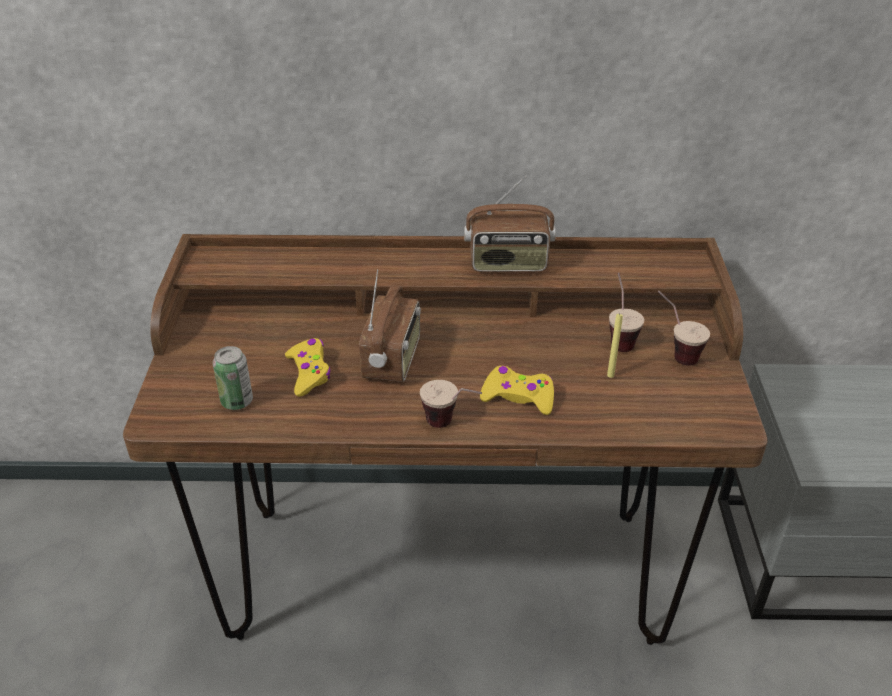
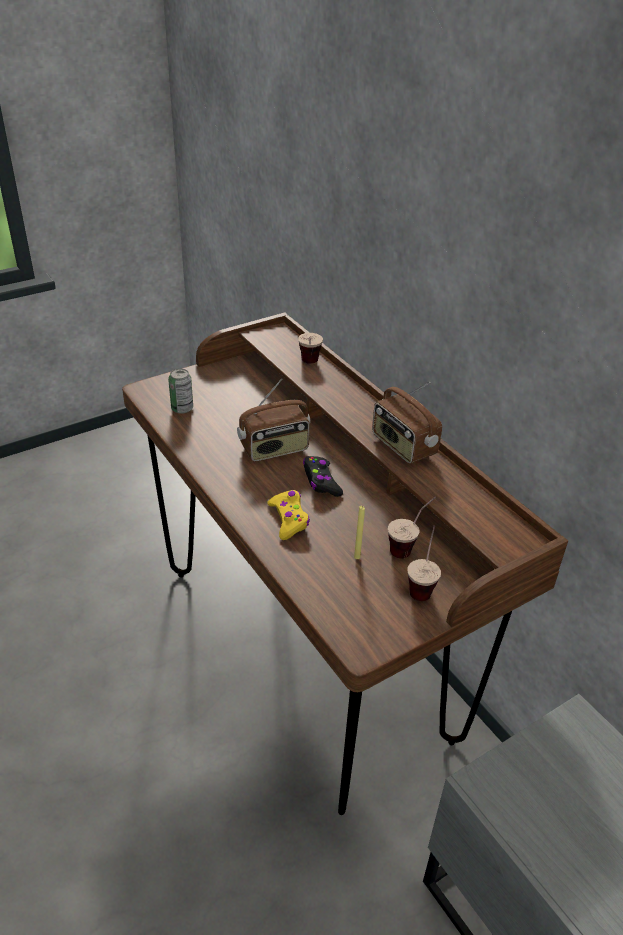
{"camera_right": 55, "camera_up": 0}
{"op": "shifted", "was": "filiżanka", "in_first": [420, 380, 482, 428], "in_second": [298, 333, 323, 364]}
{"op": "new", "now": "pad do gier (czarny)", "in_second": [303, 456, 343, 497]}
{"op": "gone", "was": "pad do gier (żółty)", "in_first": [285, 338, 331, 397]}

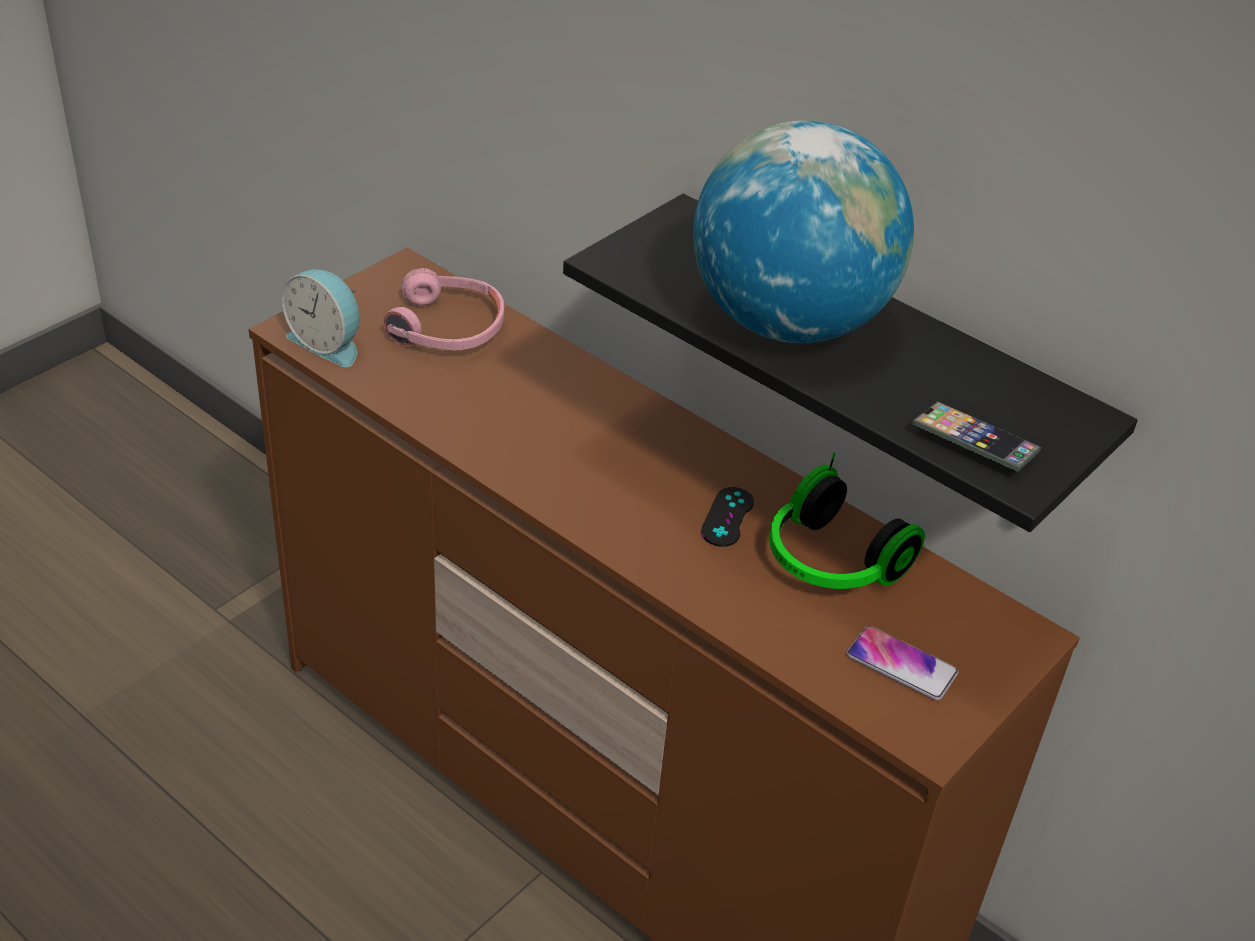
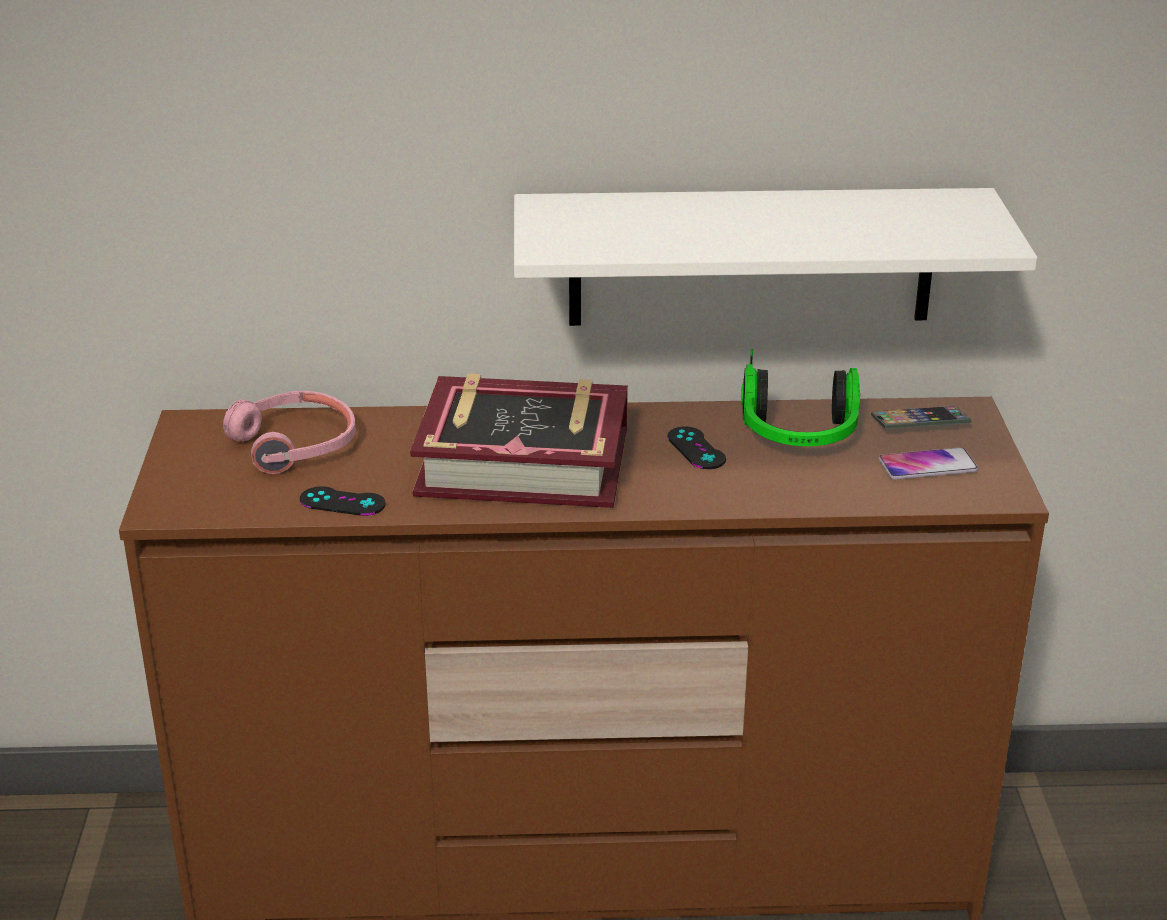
{"camera_right": -40, "camera_up": -10}
{"op": "new", "now": "pad do gier (czarny)", "in_second": [300, 486, 386, 516]}
{"op": "new", "now": "książka", "in_second": [410, 374, 628, 508]}
{"op": "repainted", "was": "półka (czarny)", "now": "półka (biały)", "in_first": [563, 193, 1138, 532], "in_second": [514, 188, 1037, 326]}
{"op": "shifted", "was": "telefon", "in_first": [912, 402, 1041, 472], "in_second": [871, 406, 971, 429]}
{"op": "gone", "was": "budzik", "in_first": [282, 269, 360, 367]}
{"op": "gone", "was": "globus", "in_first": [693, 120, 914, 343]}

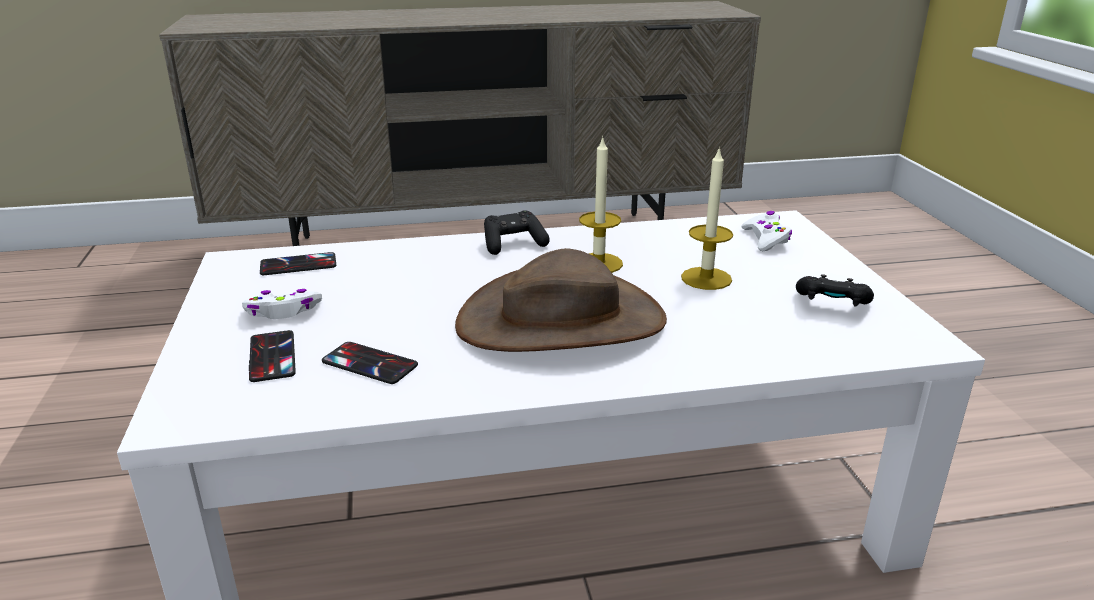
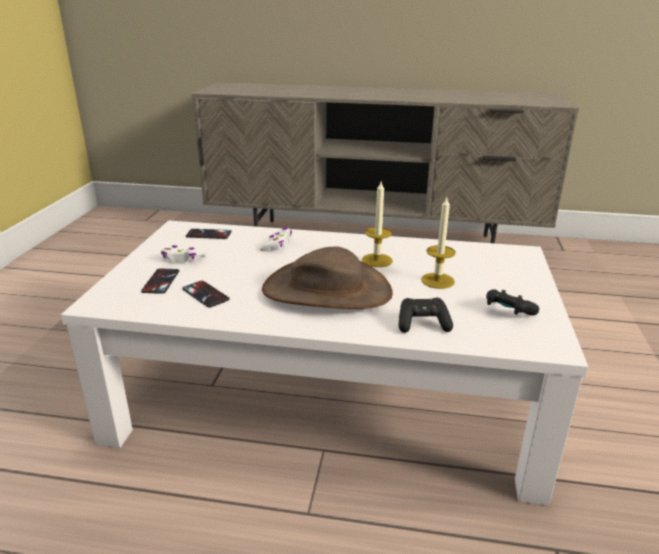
{"camera_right": 20, "camera_up": 0}
{"op": "shifted", "was": "pad do gier (biały)", "in_first": [741, 211, 792, 251], "in_second": [260, 227, 292, 251]}
{"op": "shifted", "was": "pad do gier (czarny)", "in_first": [484, 210, 550, 255], "in_second": [399, 298, 453, 333]}

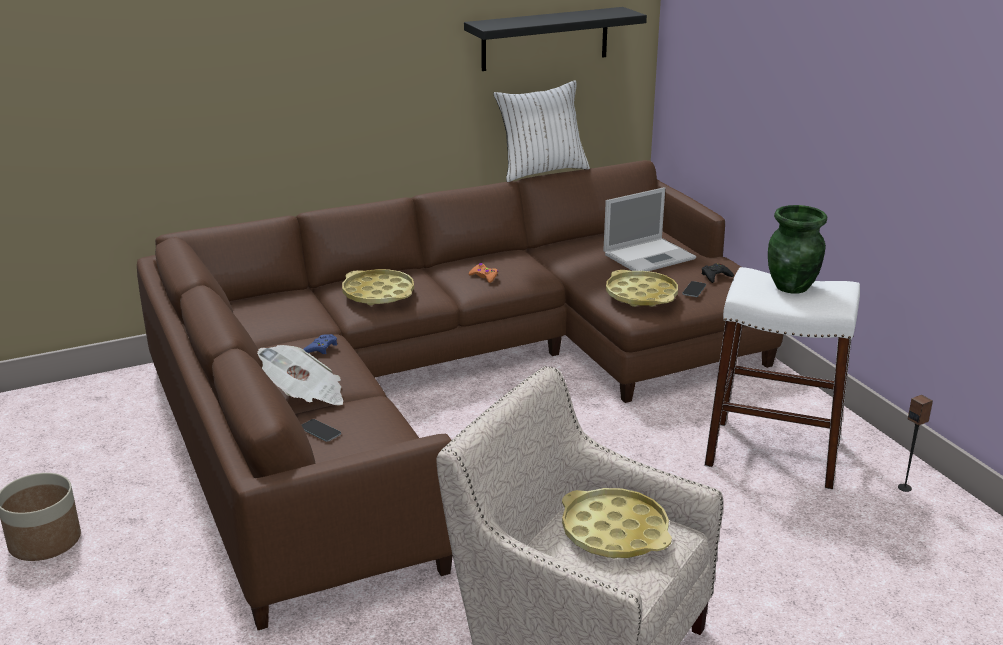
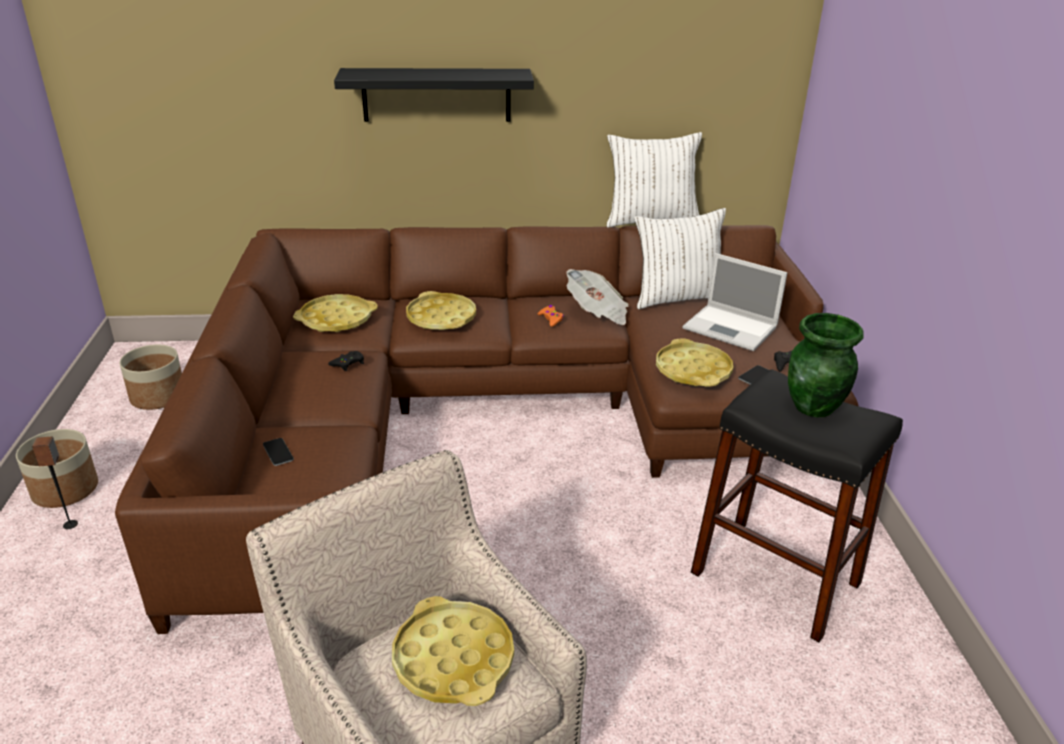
{"camera_right": 20, "camera_up": 5}
{"op": "shifted", "was": "głośnik", "in_first": [898, 395, 933, 492], "in_second": [32, 437, 78, 529]}
{"op": "new", "now": "donica", "in_second": [120, 345, 182, 410]}
{"op": "new", "now": "taca (żółty)", "in_second": [293, 294, 378, 332]}
{"op": "repainted", "was": "pad do gier (niebieski)", "now": "pad do gier (czarny)", "in_first": [303, 334, 337, 354], "in_second": [328, 351, 364, 371]}
{"op": "shifted", "was": "półka (czarny)", "in_first": [464, 7, 647, 71], "in_second": [334, 68, 534, 122]}
{"op": "shifted", "was": "gazeta", "in_first": [257, 345, 343, 406], "in_second": [567, 269, 629, 325]}
{"op": "new", "now": "poduszka (biały)", "in_second": [634, 208, 726, 309]}
{"op": "rotated", "was": "laptop", "in_first": [603, 187, 696, 271], "in_second": [682, 253, 787, 351], "clockwise": 45}
{"op": "repainted", "was": "stołek (biały)", "now": "stołek (czarny)", "in_first": [704, 267, 860, 490], "in_second": [691, 369, 903, 642]}

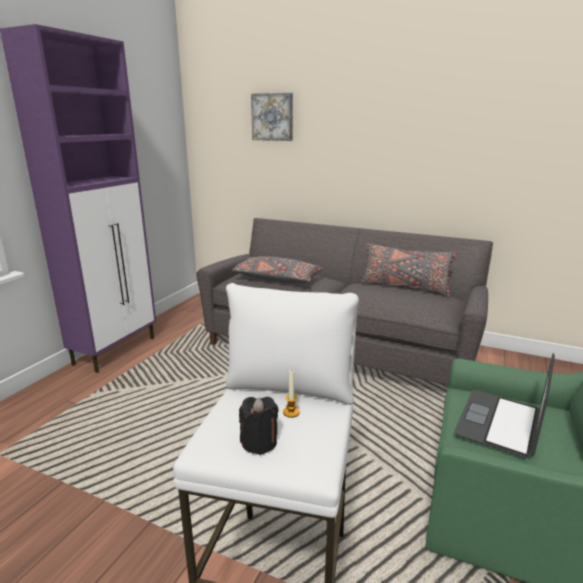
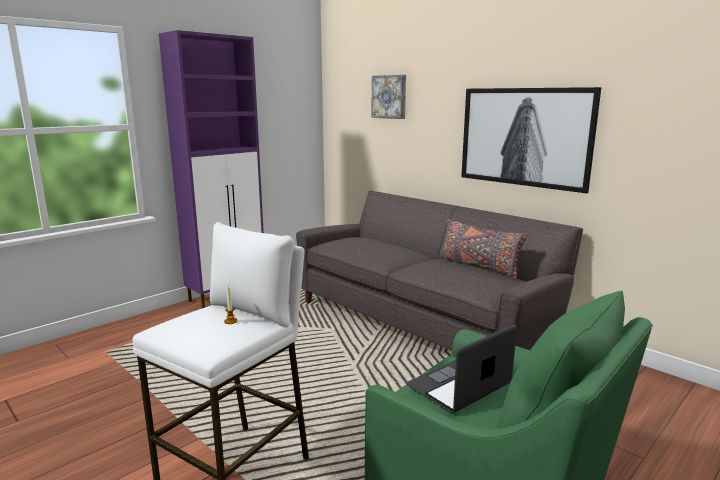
{"camera_right": 20, "camera_up": -5}
{"op": "new", "now": "obraz", "in_second": [461, 87, 601, 193]}
{"op": "gone", "was": "poduszka (szary)", "in_first": [232, 256, 323, 283]}
{"op": "gone", "was": "świeca (czarny)", "in_first": [239, 397, 279, 455]}

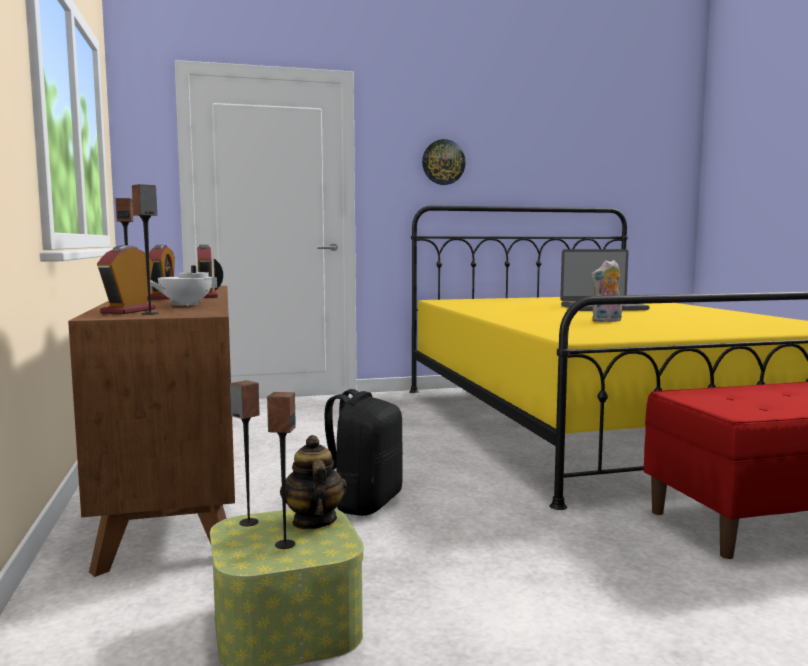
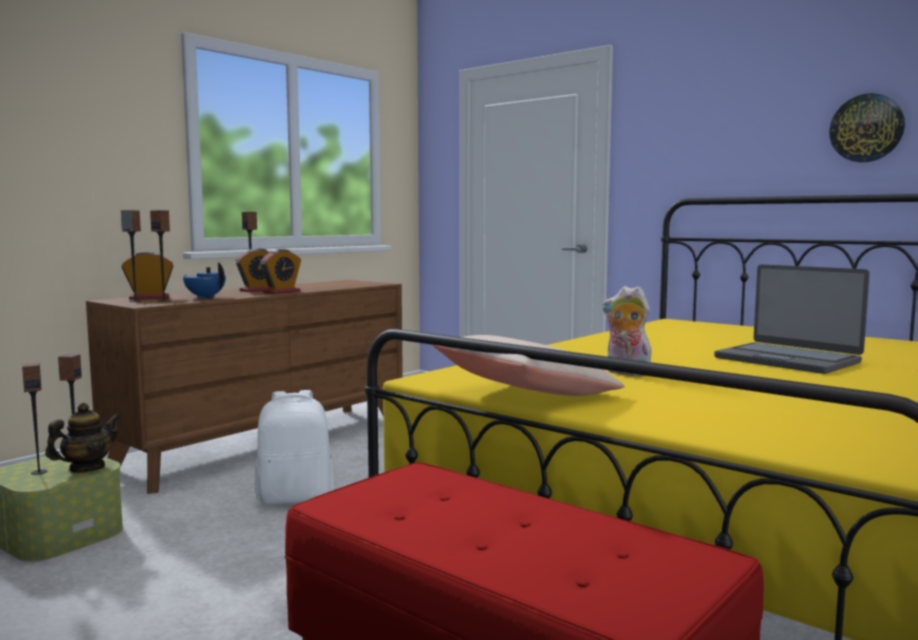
{"camera_right": 55, "camera_up": 0}
{"op": "new", "now": "głośnik", "in_second": [150, 210, 170, 302]}
{"op": "repainted", "was": "imbryk (biały)", "now": "imbryk (niebieski)", "in_first": [150, 258, 223, 306], "in_second": [183, 262, 226, 299]}
{"op": "repainted", "was": "plecak (czarny)", "now": "plecak (biały)", "in_first": [325, 389, 403, 516], "in_second": [255, 390, 335, 505]}
{"op": "new", "now": "poduszka (beżowy)", "in_second": [433, 335, 625, 396]}
{"op": "shifted", "was": "zegar ścienny", "in_first": [422, 139, 466, 185], "in_second": [829, 93, 905, 162]}

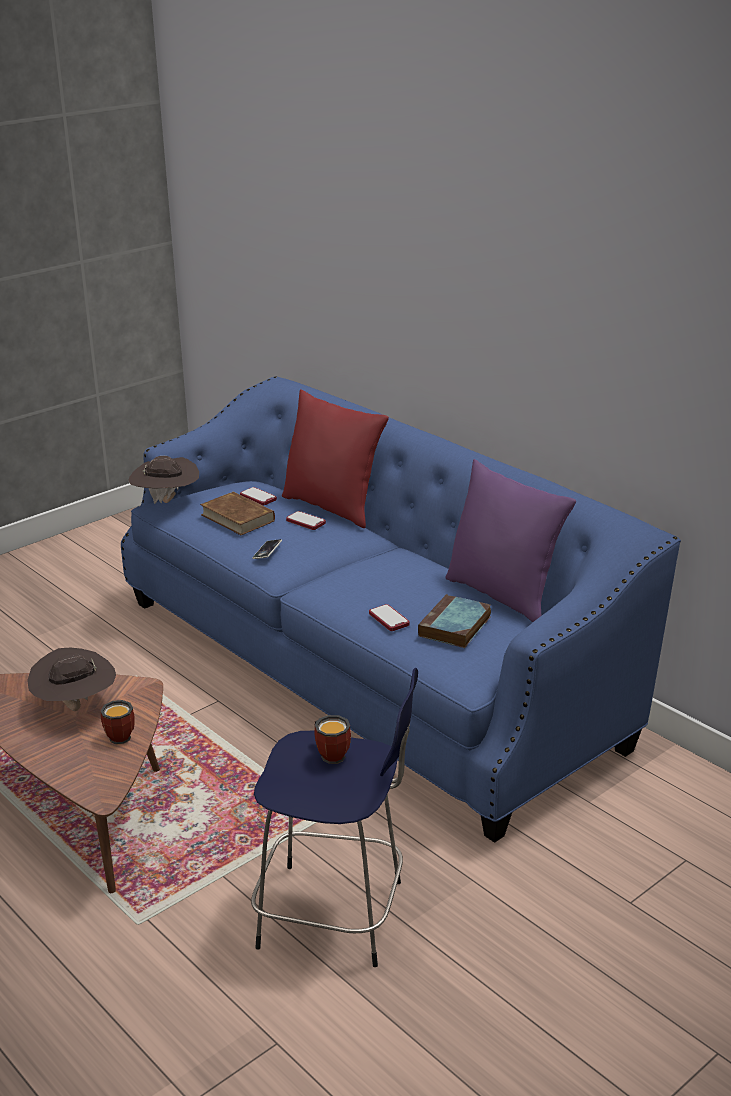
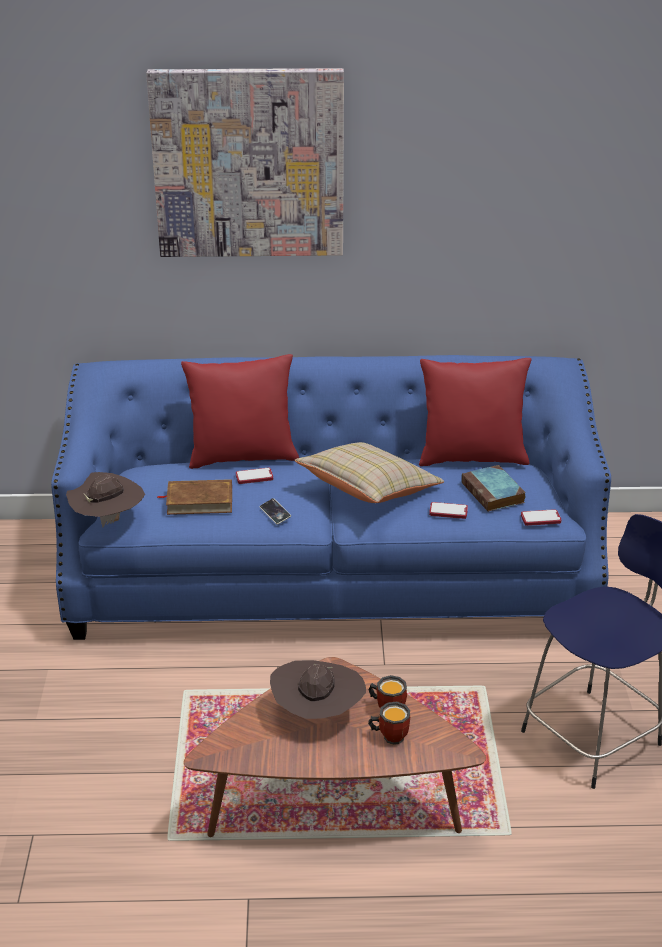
{"camera_right": -50, "camera_up": 5}
{"op": "new", "now": "obraz", "in_second": [146, 68, 344, 257]}
{"op": "new", "now": "poduszka (beżowy)", "in_second": [294, 442, 444, 503]}
{"op": "shifted", "was": "kubek", "in_first": [314, 715, 351, 764], "in_second": [368, 701, 410, 745]}
{"op": "repainted", "was": "poduszka (fioletowy)", "now": "poduszka (czerwony)", "in_first": [445, 459, 576, 622], "in_second": [419, 358, 531, 466]}
{"op": "shifted", "was": "telefon", "in_first": [240, 487, 277, 506], "in_second": [521, 509, 561, 526]}

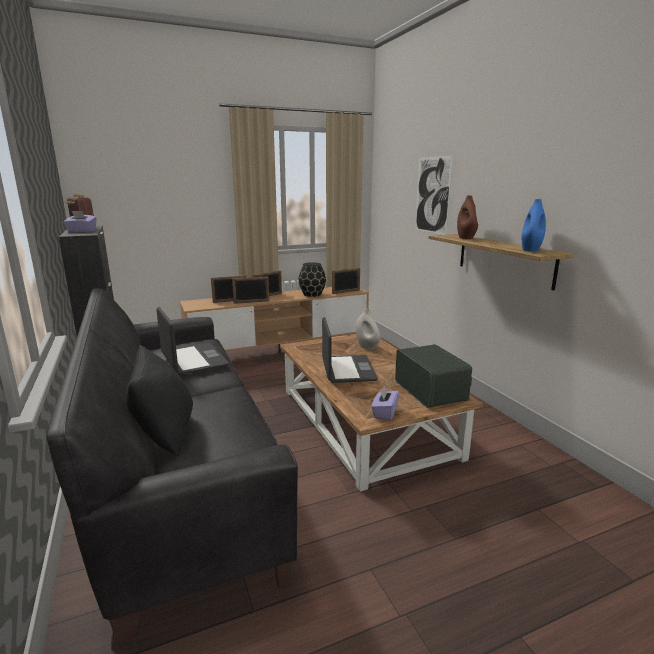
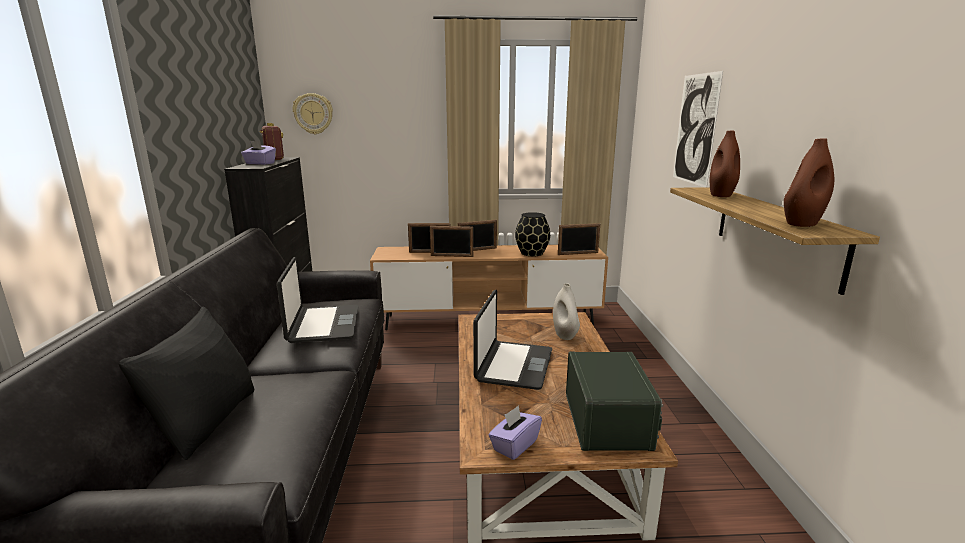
{"camera_right": 20, "camera_up": 0}
{"op": "new", "now": "zegar ścienny", "in_second": [293, 93, 333, 134]}
{"op": "repainted", "was": "wazon (niebieski)", "now": "wazon (brązowy)", "in_first": [522, 199, 546, 252], "in_second": [784, 138, 834, 227]}

